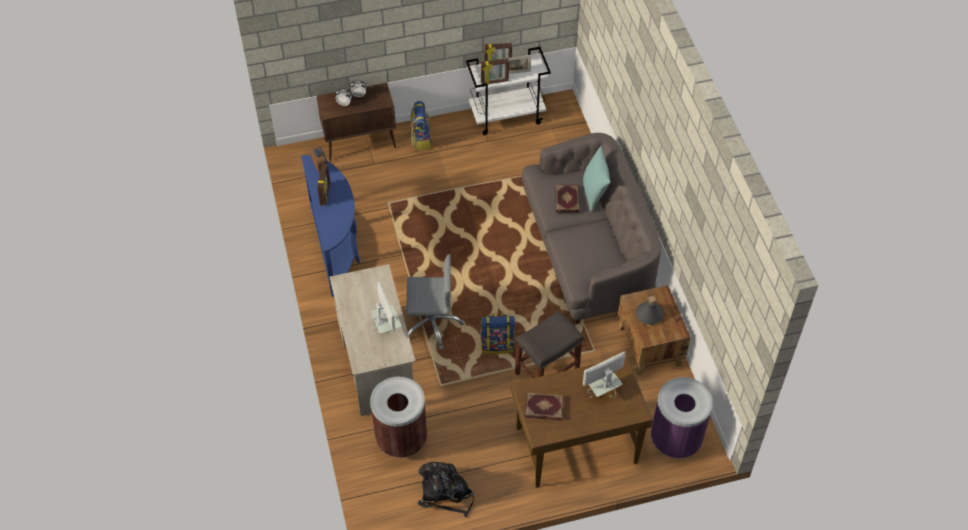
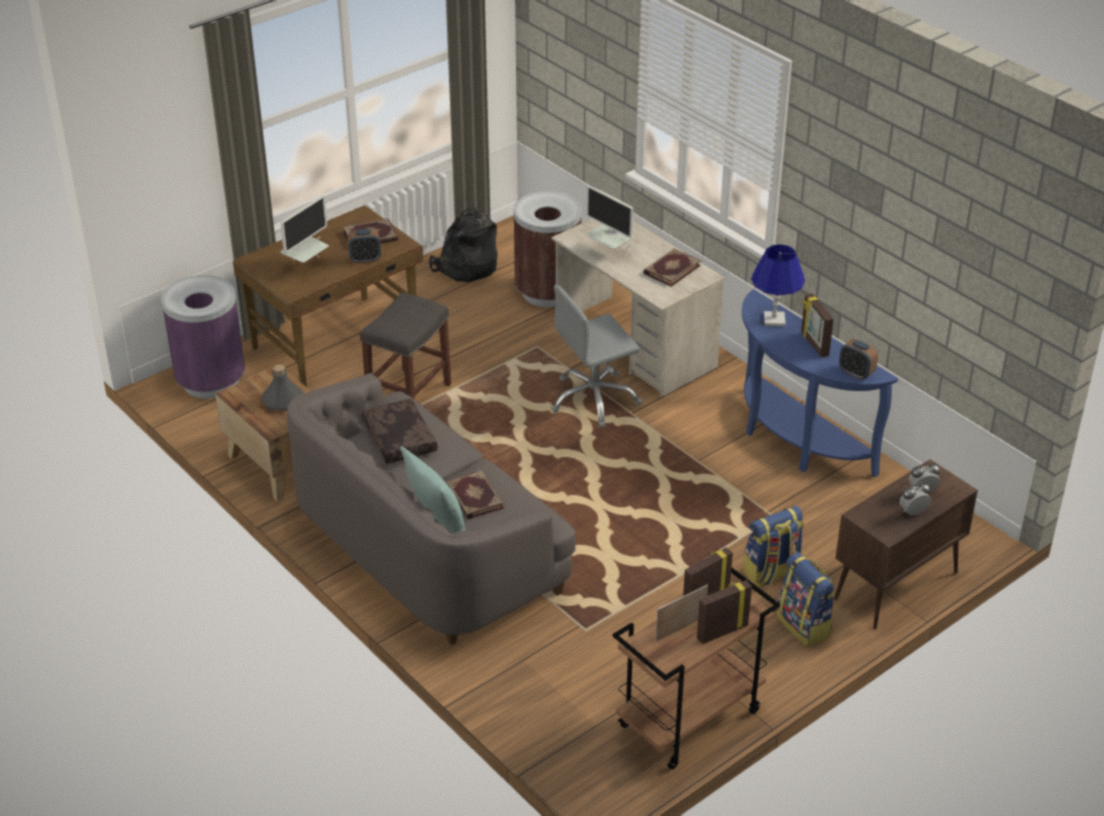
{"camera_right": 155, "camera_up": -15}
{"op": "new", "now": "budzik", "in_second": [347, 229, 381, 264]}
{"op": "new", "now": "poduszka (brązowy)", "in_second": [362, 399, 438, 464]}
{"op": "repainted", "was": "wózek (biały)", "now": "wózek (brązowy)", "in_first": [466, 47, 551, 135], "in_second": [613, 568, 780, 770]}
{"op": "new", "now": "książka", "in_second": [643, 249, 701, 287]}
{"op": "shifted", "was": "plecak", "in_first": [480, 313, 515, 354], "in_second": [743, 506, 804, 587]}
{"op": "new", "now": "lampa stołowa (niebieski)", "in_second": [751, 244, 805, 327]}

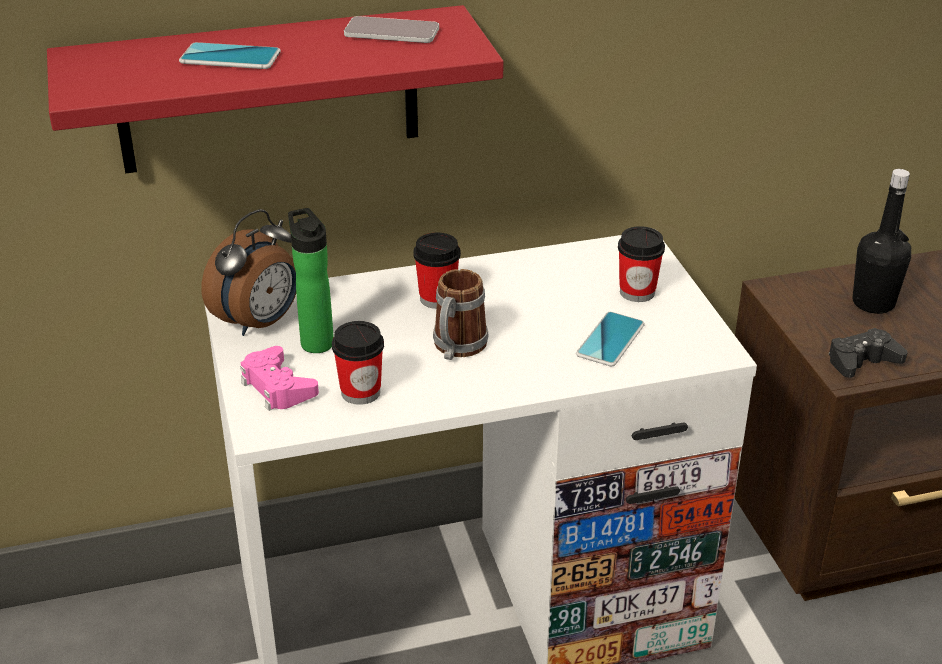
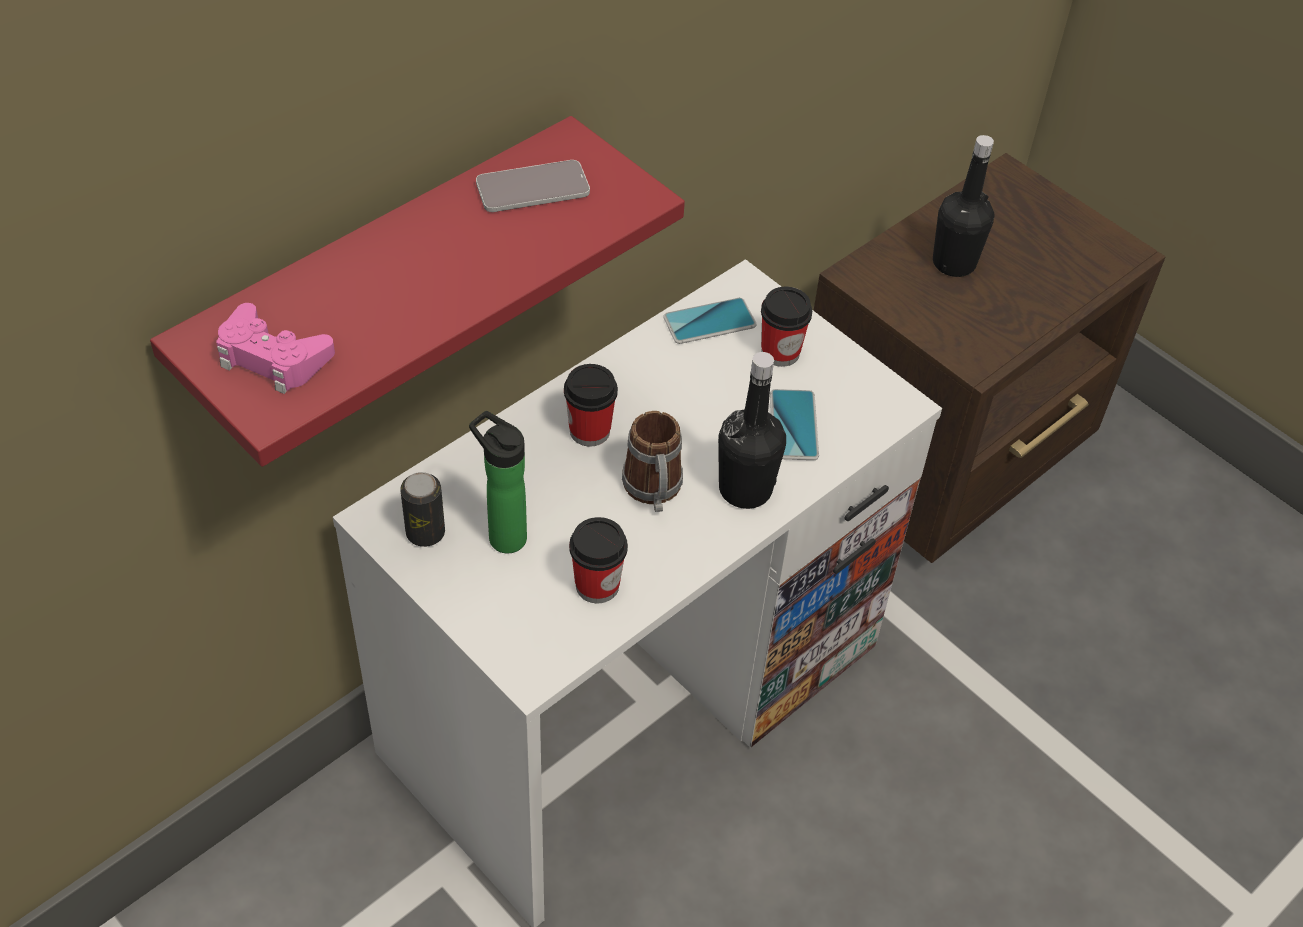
{"camera_right": -30, "camera_up": 15}
{"op": "shifted", "was": "pad do gier (różowy)", "in_first": [240, 346, 319, 411], "in_second": [216, 303, 335, 394]}
{"op": "swapped", "was": "budzik", "now": "puszka", "in_first": [201, 209, 296, 336], "in_second": [400, 472, 445, 547]}
{"op": "shifted", "was": "telefon", "in_first": [179, 42, 281, 69], "in_second": [663, 298, 756, 344]}
{"op": "new", "now": "butelka (czarny)", "in_second": [718, 352, 786, 509]}
{"op": "gone", "was": "pad do gier (czarny)", "in_first": [829, 328, 908, 378]}

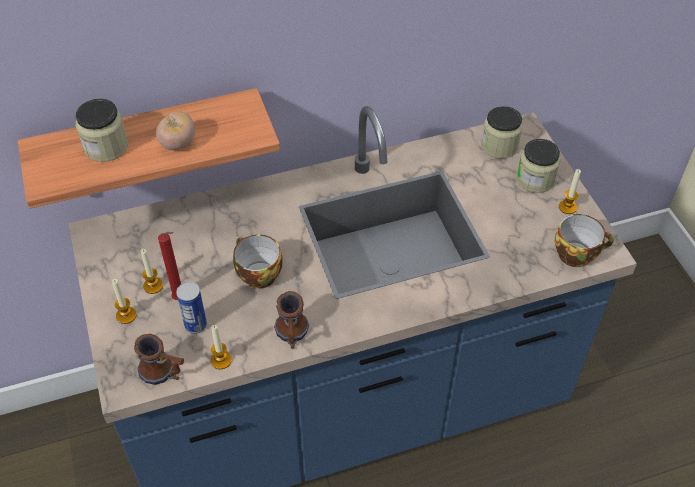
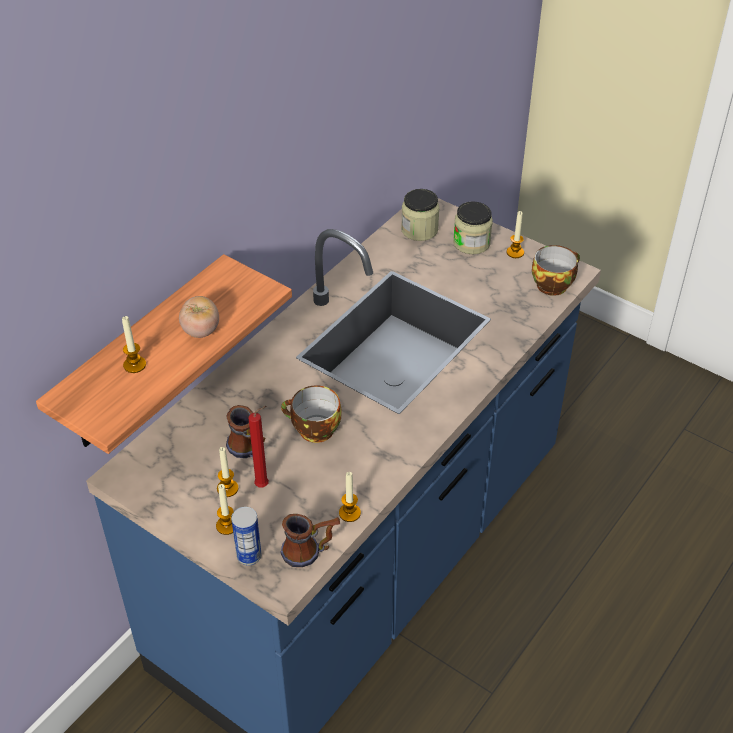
{"camera_right": -35, "camera_up": -5}
{"op": "swapped", "was": "słoik", "now": "świeca", "in_first": [76, 99, 128, 162], "in_second": [122, 316, 146, 373]}
{"op": "shifted", "was": "kubek", "in_first": [274, 291, 309, 349], "in_second": [226, 405, 266, 458]}
{"op": "shifted", "was": "puszka", "in_first": [176, 282, 207, 334], "in_second": [231, 507, 261, 566]}

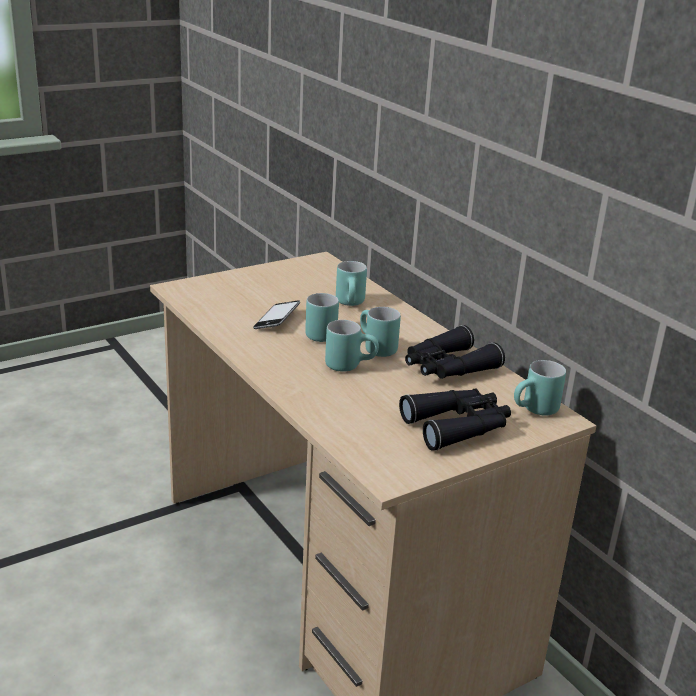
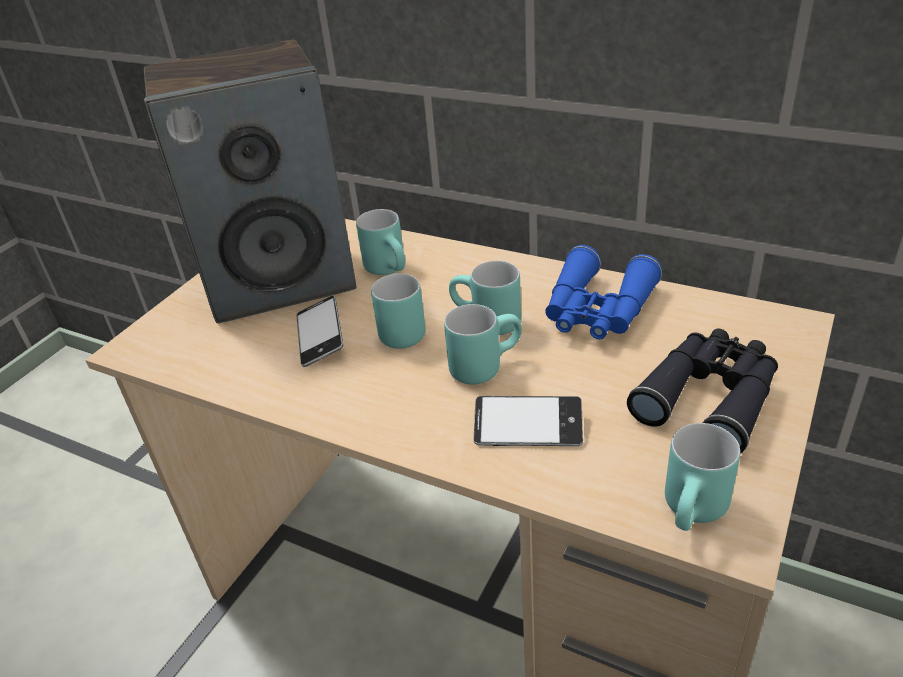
{"camera_right": -25, "camera_up": 10}
{"op": "new", "now": "głośnik", "in_second": [144, 40, 356, 323]}
{"op": "new", "now": "telefon", "in_second": [474, 396, 583, 446]}
{"op": "repainted", "was": "lornetka (czarny)", "now": "lornetka (niebieski)", "in_first": [405, 325, 505, 379], "in_second": [545, 245, 662, 339]}
{"op": "shifted", "was": "kubek (turkusowy)", "in_first": [514, 360, 566, 415], "in_second": [665, 423, 740, 531]}

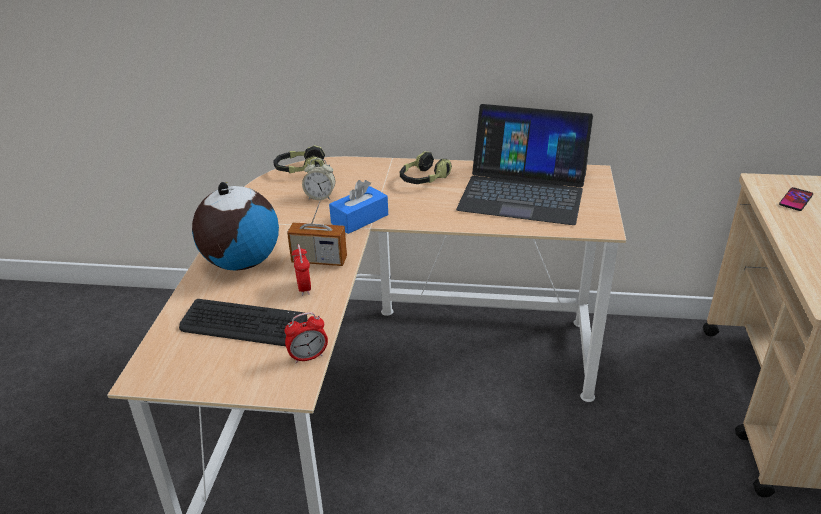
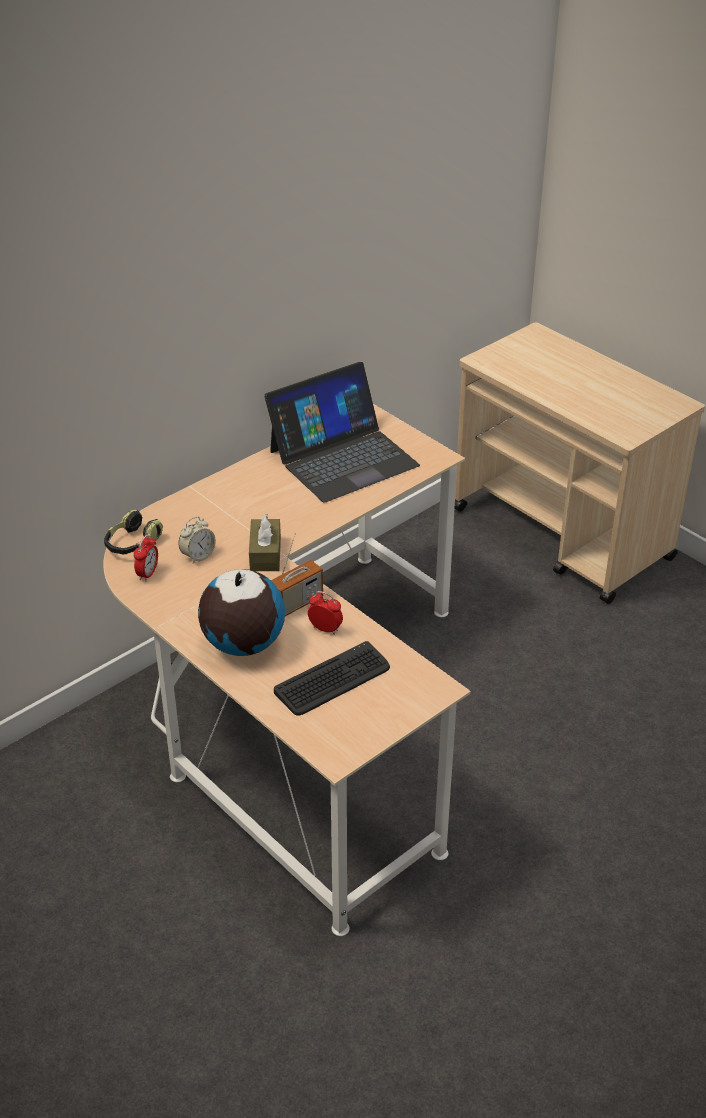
{"camera_right": -50, "camera_up": 5}
{"op": "shifted", "was": "budzik", "in_first": [284, 312, 328, 364], "in_second": [134, 535, 158, 581]}
{"op": "repainted", "was": "pudełko chusteczek (niebieski)", "now": "pudełko chusteczek (brązowy)", "in_first": [329, 180, 388, 234], "in_second": [249, 514, 281, 571]}
{"op": "gone", "was": "słuchawki", "in_first": [400, 152, 452, 184]}
{"op": "gone", "was": "telefon", "in_first": [779, 187, 813, 211]}

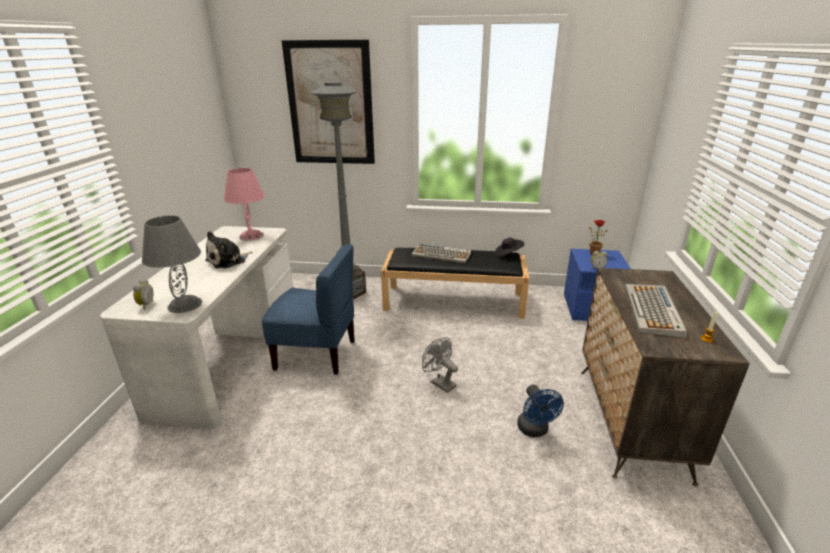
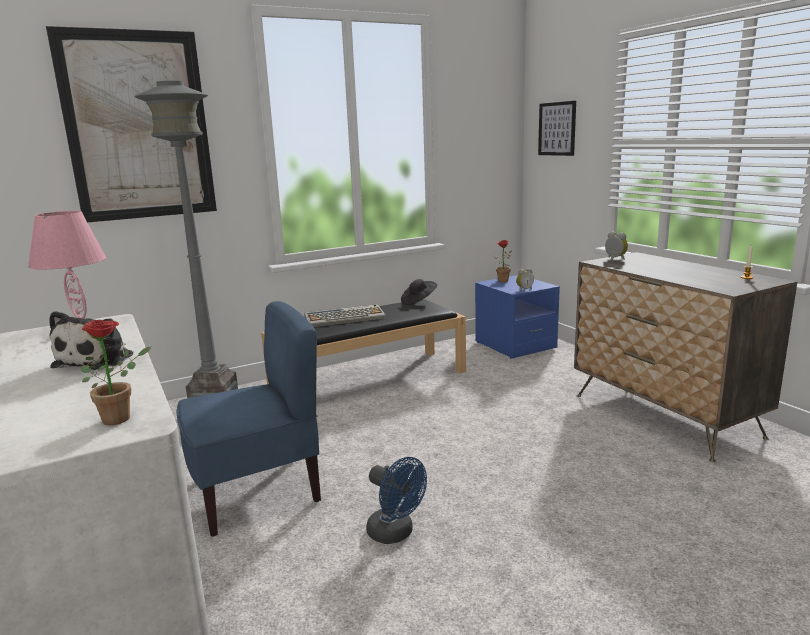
{"camera_right": -35, "camera_up": -10}
{"op": "swapped", "was": "lampa stołowa (szary)", "now": "roślina doniczkowa", "in_first": [142, 215, 202, 313], "in_second": [81, 320, 151, 425]}
{"op": "shifted", "was": "wentylator (niebieski)", "in_first": [517, 385, 564, 437], "in_second": [366, 457, 427, 544]}
{"op": "new", "now": "obraz", "in_second": [538, 101, 576, 156]}
{"op": "shifted", "was": "budzik", "in_first": [133, 278, 153, 310], "in_second": [605, 231, 628, 260]}
{"op": "gone", "was": "wentylator (szary)", "in_first": [422, 337, 458, 393]}
{"op": "gone", "was": "klawiatura", "in_first": [625, 284, 688, 338]}

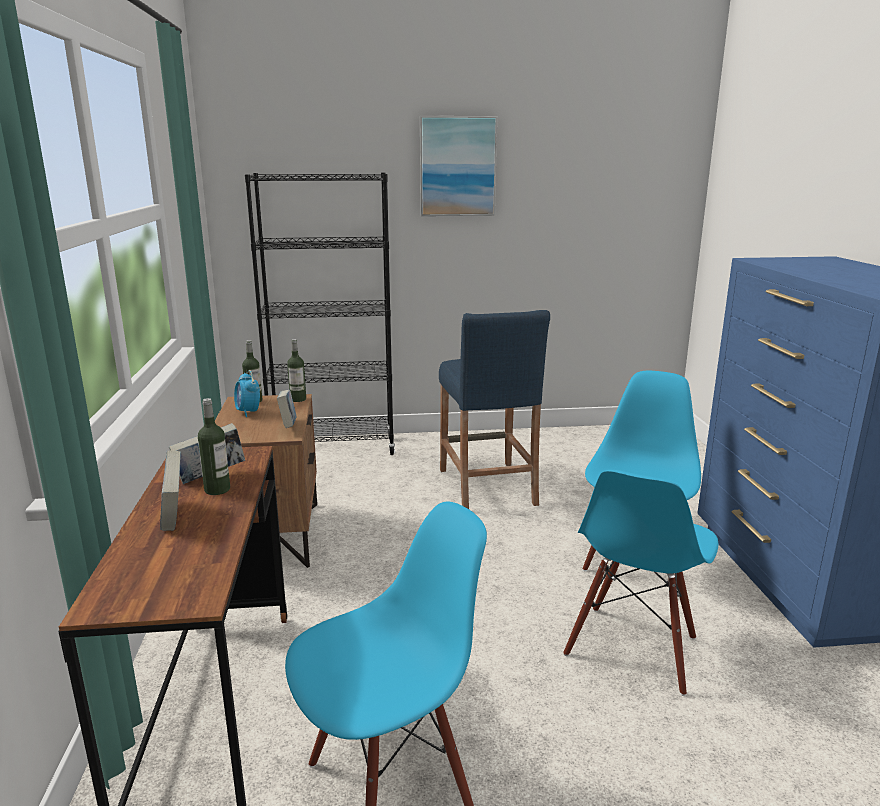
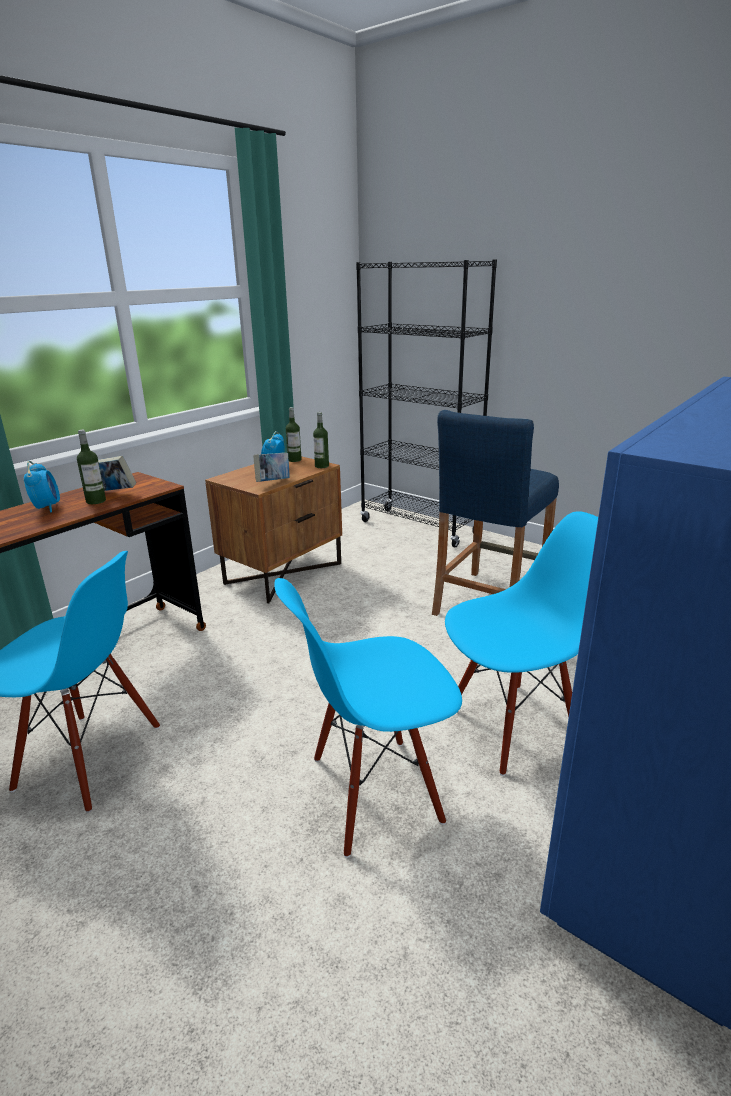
{"camera_right": 45, "camera_up": 5}
{"op": "swapped", "was": "książka", "now": "budzik", "in_first": [160, 450, 181, 531], "in_second": [24, 461, 60, 512]}
{"op": "gone", "was": "obraz", "in_first": [420, 116, 497, 216]}

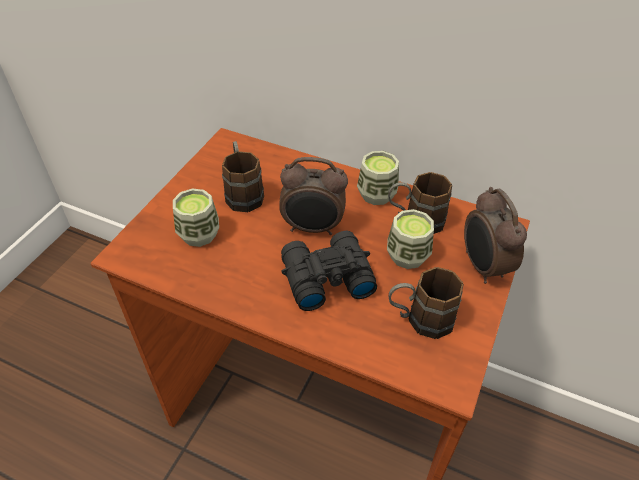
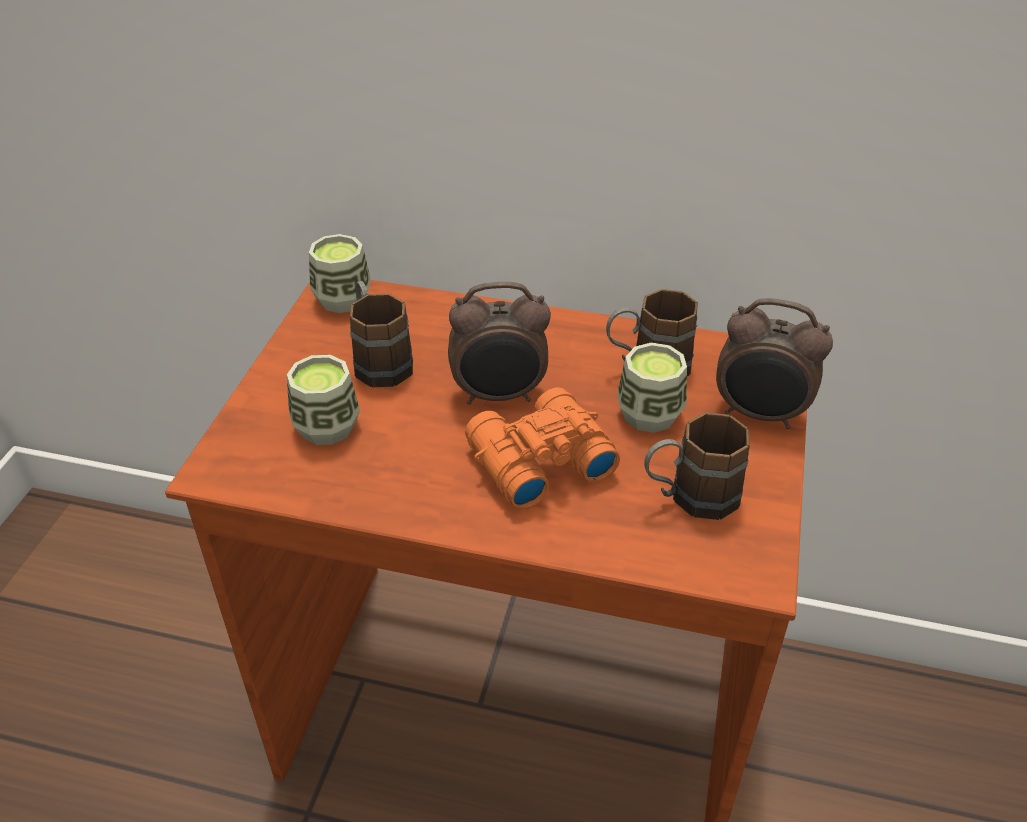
{"camera_right": -10, "camera_up": -5}
{"op": "shifted", "was": "filiżanka", "in_first": [357, 151, 399, 205], "in_second": [309, 234, 371, 313]}
{"op": "repainted", "was": "lornetka (czarny)", "now": "lornetka (pomarańczowy)", "in_first": [281, 231, 377, 311], "in_second": [465, 387, 620, 509]}
{"op": "rotated", "was": "budzik", "in_first": [464, 187, 527, 284], "in_second": [716, 298, 833, 429], "clockwise": -45}

